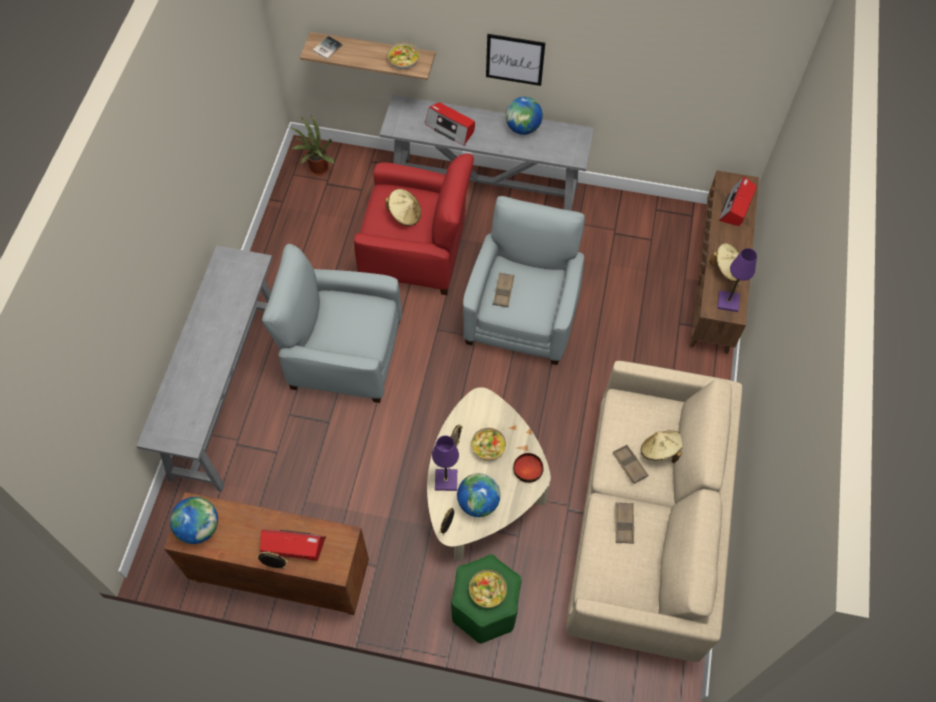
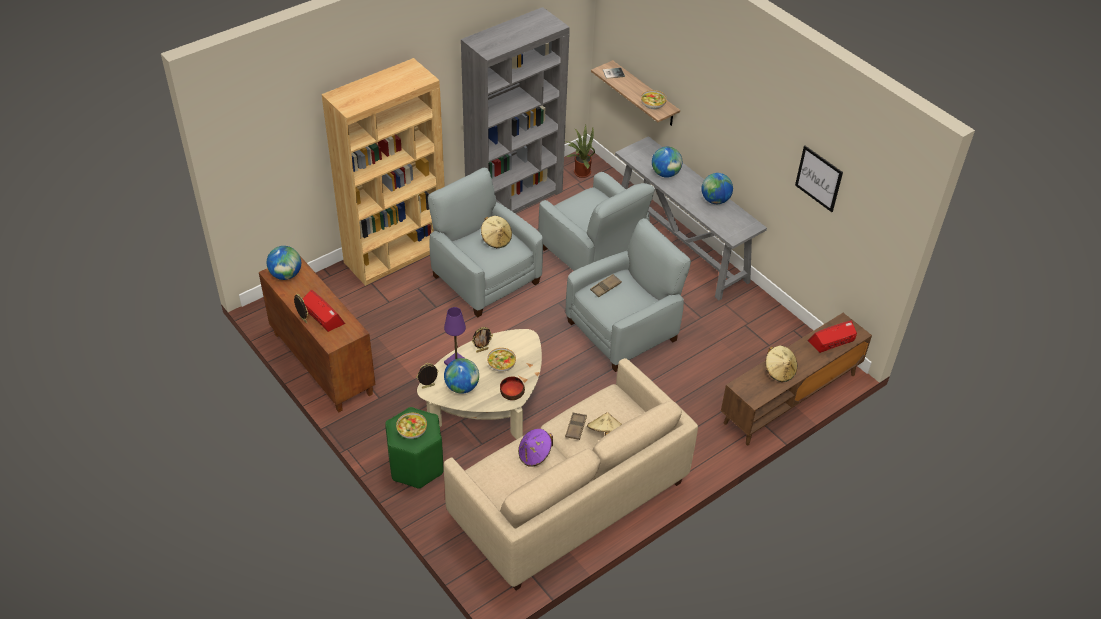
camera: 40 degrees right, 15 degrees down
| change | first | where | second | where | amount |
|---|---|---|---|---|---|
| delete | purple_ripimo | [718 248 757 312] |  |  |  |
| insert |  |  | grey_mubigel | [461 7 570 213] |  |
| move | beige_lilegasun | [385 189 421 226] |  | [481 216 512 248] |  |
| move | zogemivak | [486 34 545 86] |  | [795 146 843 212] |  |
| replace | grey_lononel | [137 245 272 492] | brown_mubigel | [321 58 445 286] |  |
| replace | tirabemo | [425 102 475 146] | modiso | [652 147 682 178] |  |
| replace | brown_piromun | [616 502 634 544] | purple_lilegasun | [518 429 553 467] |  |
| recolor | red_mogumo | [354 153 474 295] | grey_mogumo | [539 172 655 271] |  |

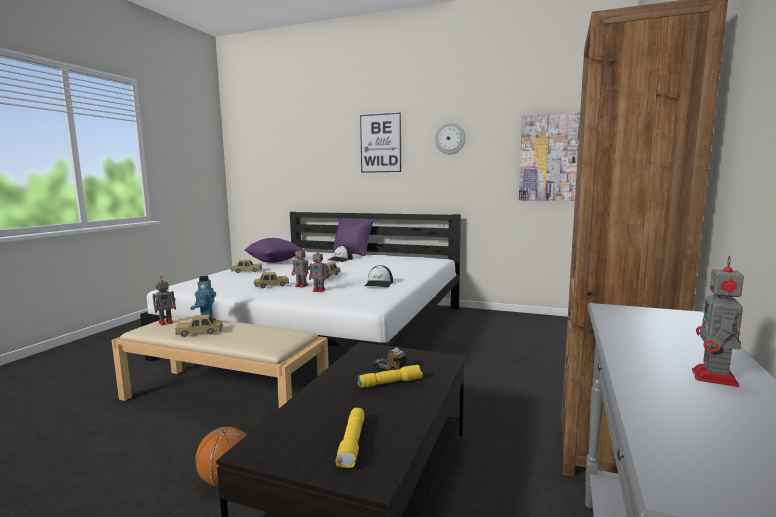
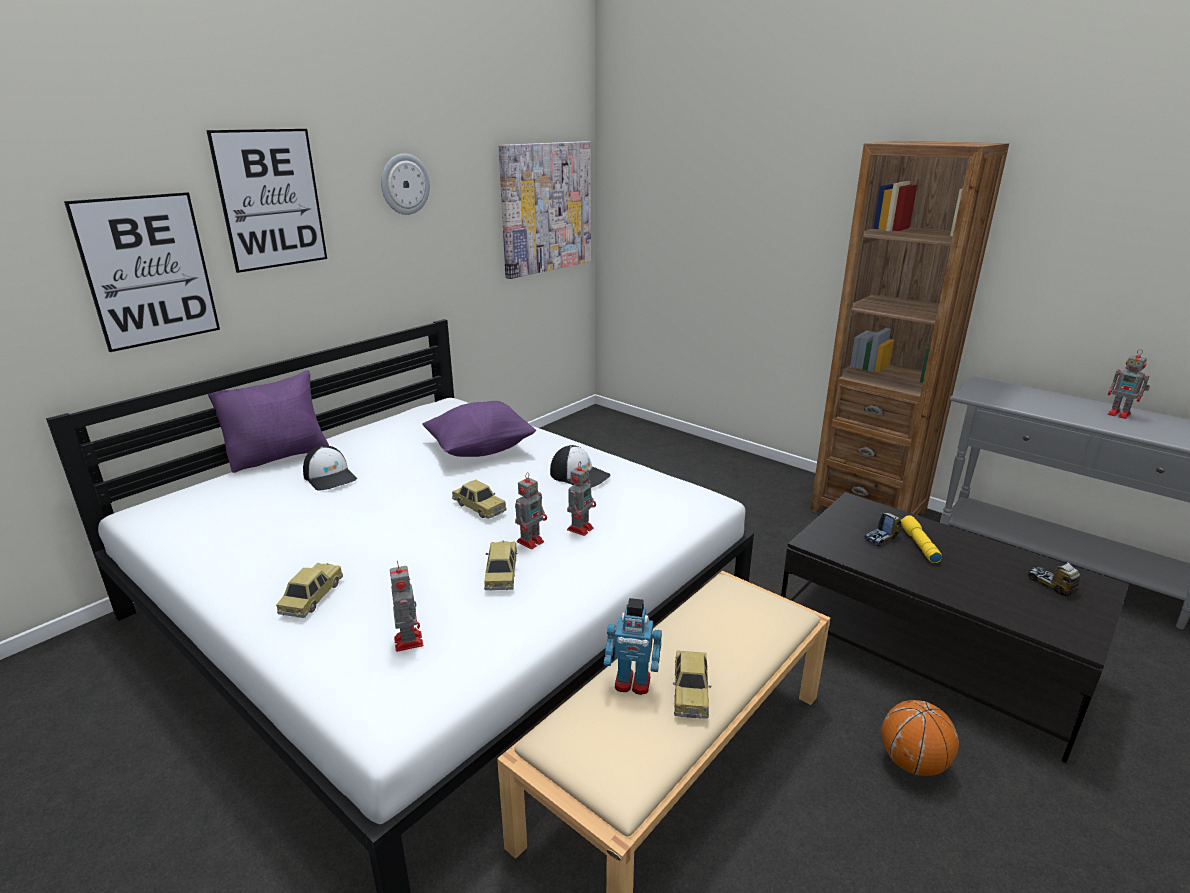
camera: 70 degrees left, 15 degrees up
| change | first | where | second | where | amount |
|---|---|---|---|---|---|
| insert |  |  | zogemivak | [64 192 220 352] |  |
| move | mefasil | [152 279 176 325] |  | [390 561 423 652] |  |
| move | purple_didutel | [244 238 305 263] |  | [423 401 536 457] |  |
| replace | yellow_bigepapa | [336 408 365 468] | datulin | [1028 561 1080 596] |  |

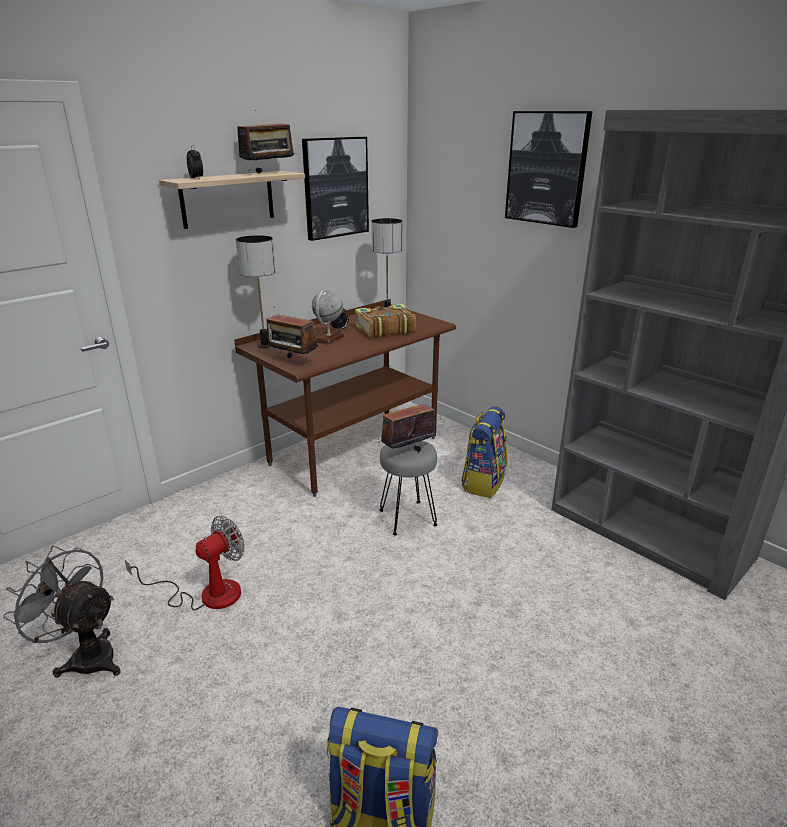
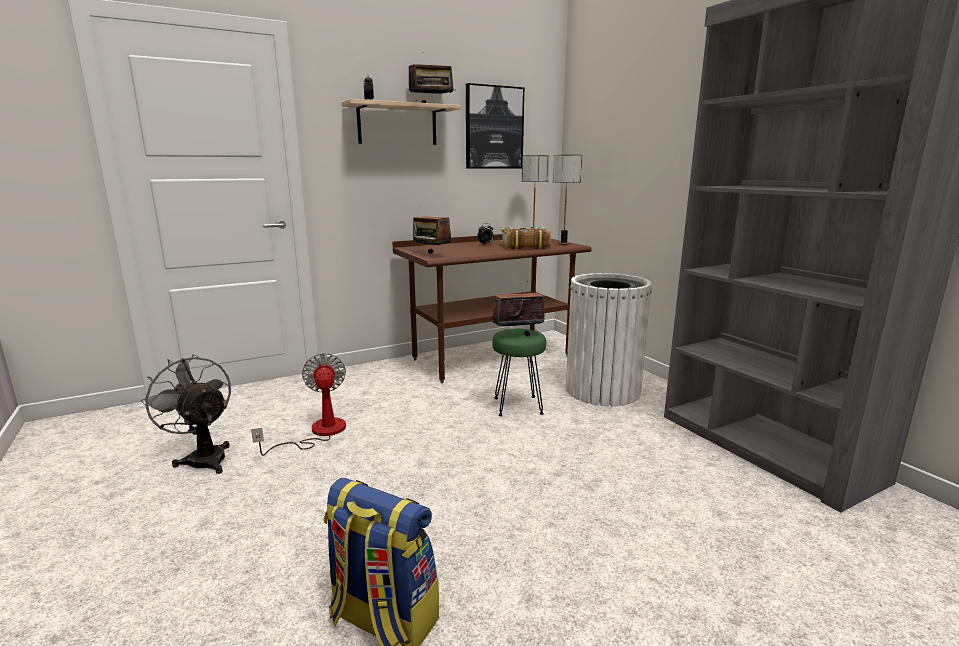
camera: 15 degrees right, 10 degrees down
| change | first | where | second | where | amount |
|---|---|---|---|---|---|
| delete | modiso | [312 290 344 345] |  |  |  |
| delete | zogemivak | [505 111 592 228] |  |  |  |
| move | ripimo | [236 235 275 348] |  | [553 155 582 245] |  |
| replace | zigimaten | [461 407 508 498] | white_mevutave | [566 273 652 406] |  |
| recolor | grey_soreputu | [379 440 437 535] | green_soreputu | [492 329 546 416] |  |
| rotate | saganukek | [124 516 245 610] |  | [251 353 346 456] | 75 degrees counterclockwise |

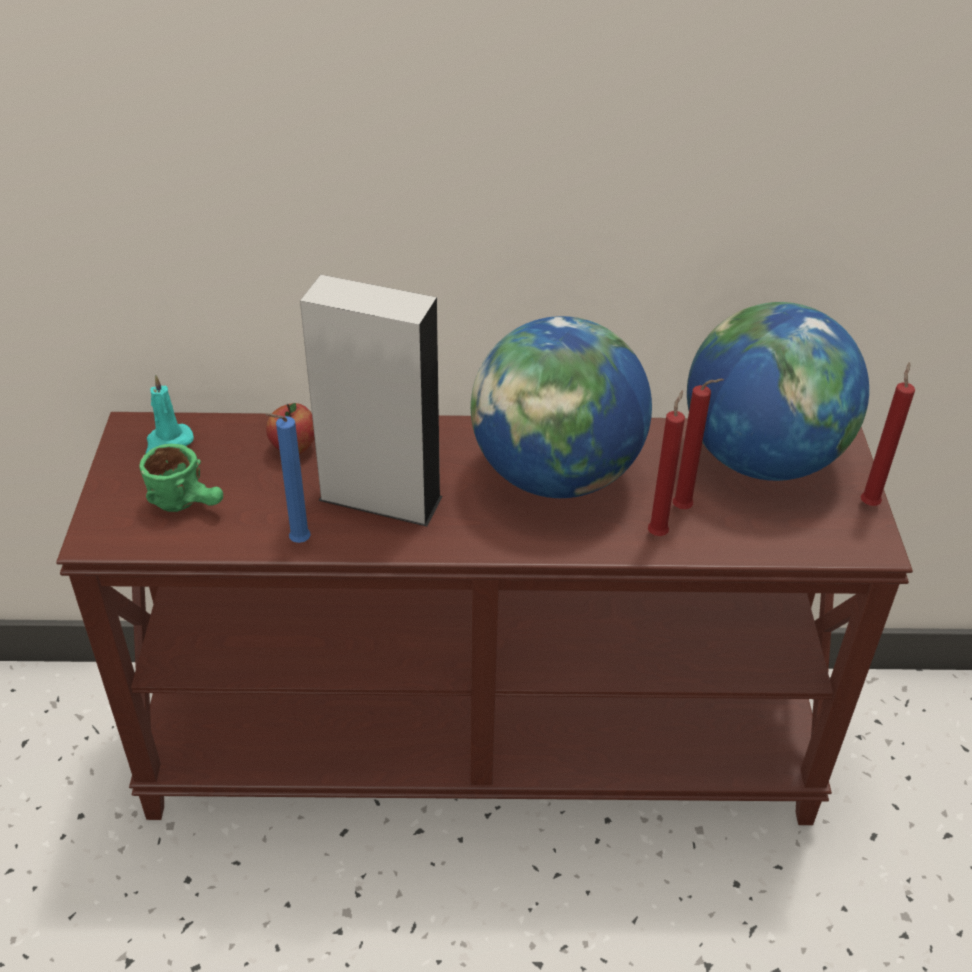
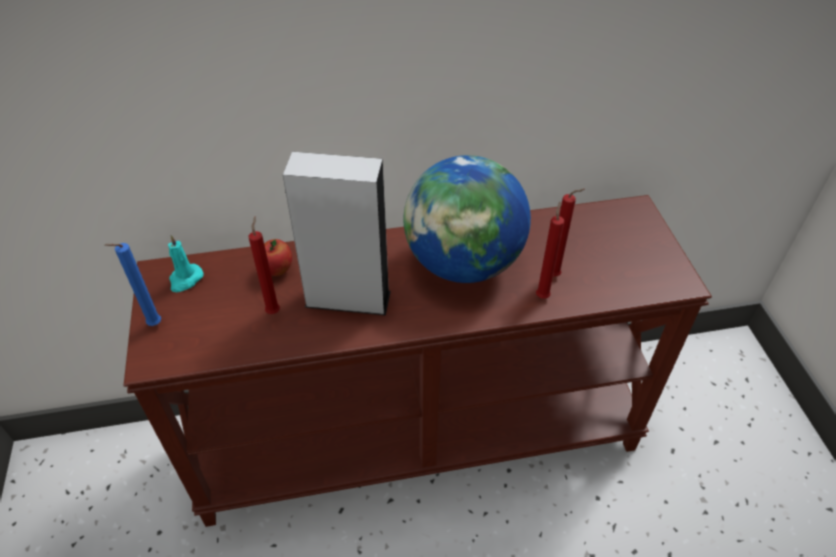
camera: 10 degrees left, 5 degrees up
| change | first | where | second | where | amount |
|---|---|---|---|---|---|
| delete | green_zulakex | [139 444 223 512] |  |  |  |
| delete | modiso | [687 302 869 481] |  |  |  |
| move | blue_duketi | [265 413 311 543] |  | [104 243 161 326] |  |
| move | red_duketi | [861 362 915 506] |  | [249 216 280 314] |  |

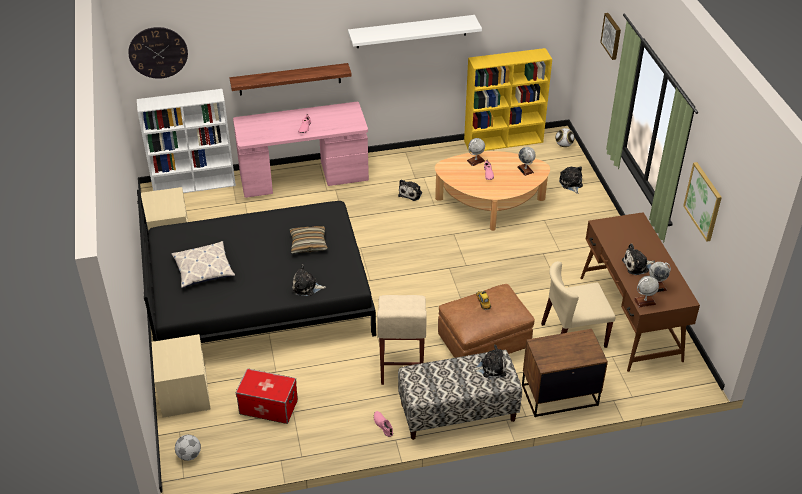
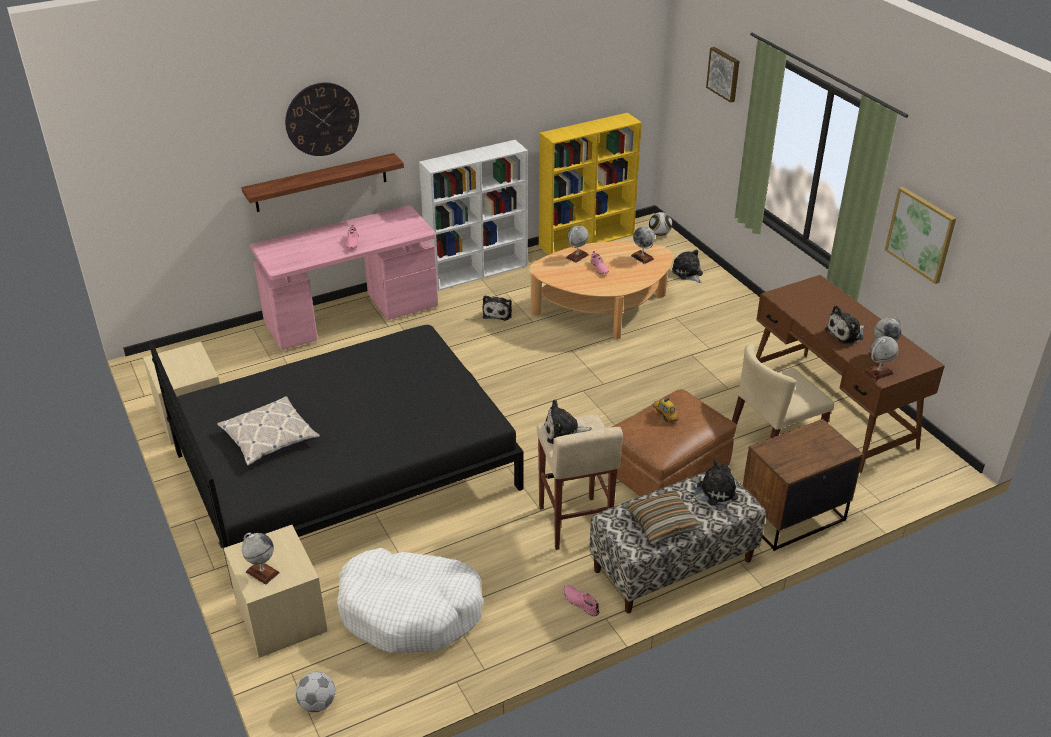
camera: 15 degrees left, 5 degrees down
| change | first | where | second | where | amount |
|---|---|---|---|---|---|
| delete | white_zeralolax | [348 15 482 48] |  |  |  |
| insert |  |  | modiso | [242 533 280 585] |  |
| move | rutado | [128 27 188 79] |  | [285 82 359 156] |  |
| move | white_mubigel | [137 89 236 193] |  | [419 140 528 291] |  |
| move | didutel | [289 226 328 253] |  | [625 490 702 544] |  |
| move | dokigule | [292 264 326 296] |  | [544 399 592 444] |  |
| replace | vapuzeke | [235 369 298 424] | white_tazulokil | [337 548 483 653] |  |

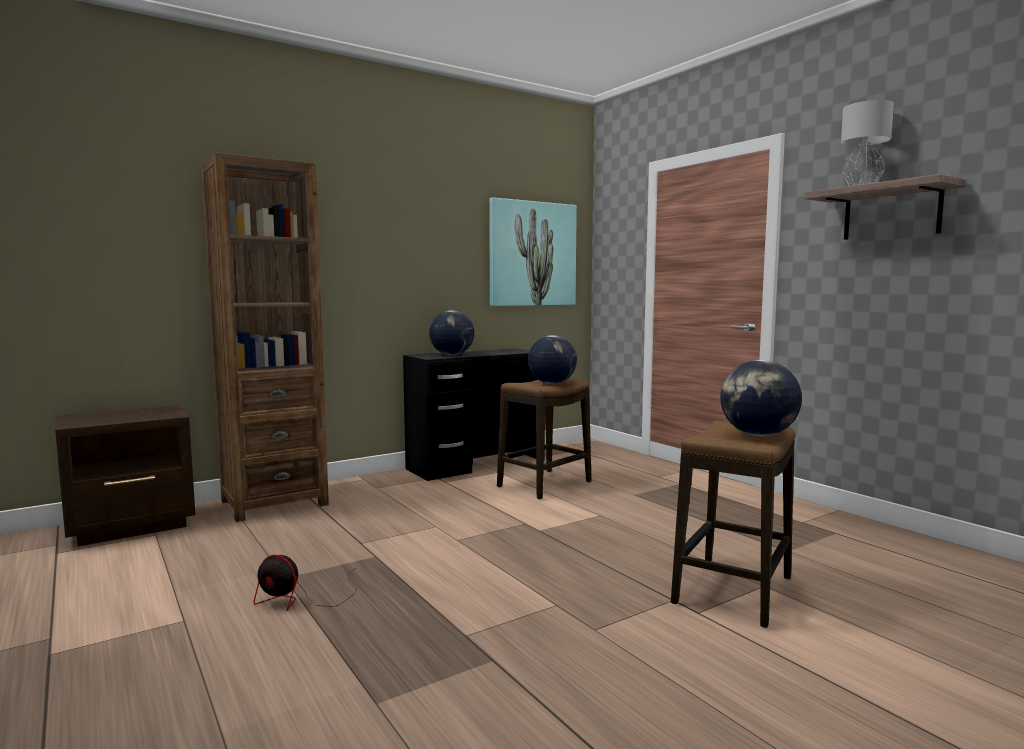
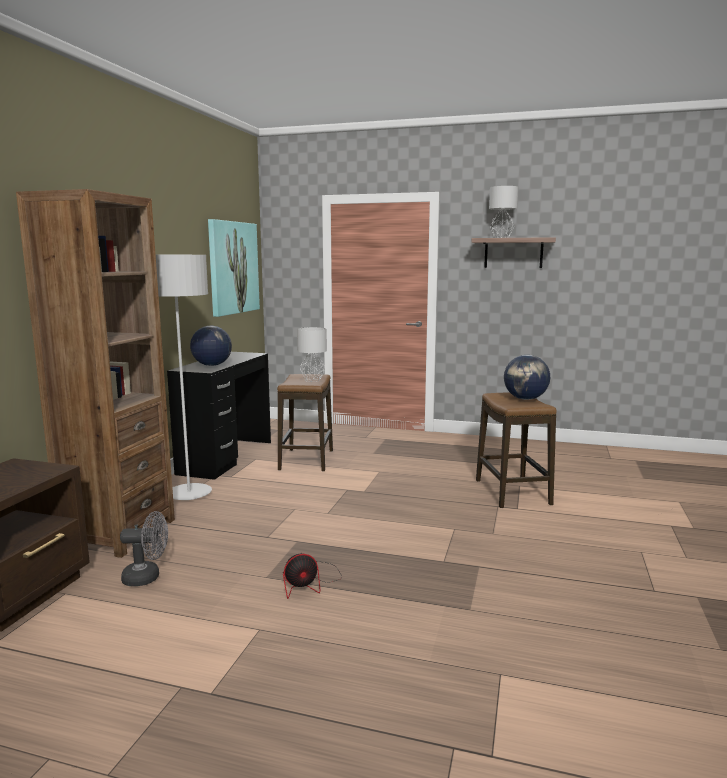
camera: 40 degrees left, 5 degrees up
| change | first | where | second | where | amount |
|---|---|---|---|---|---|
| insert |  |  | grey_saganukek | [120 511 168 586] |  |
| insert |  |  | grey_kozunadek | [156 255 212 500] |  |
| replace | modiso | [528 335 577 384] | grey_ripimo | [297 327 327 382] |  |

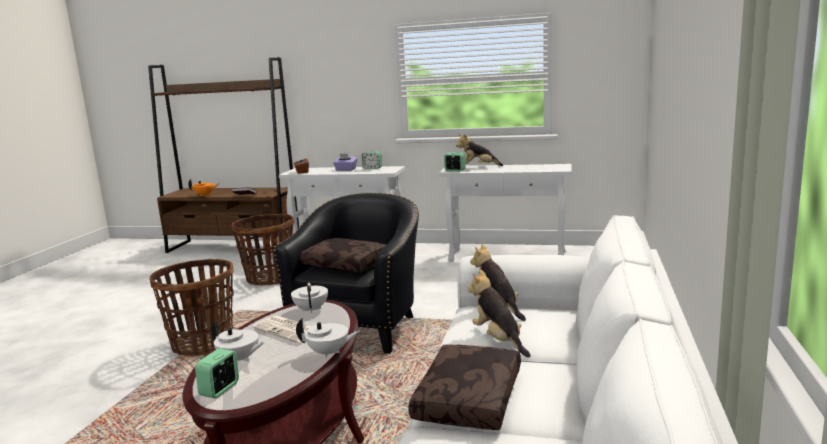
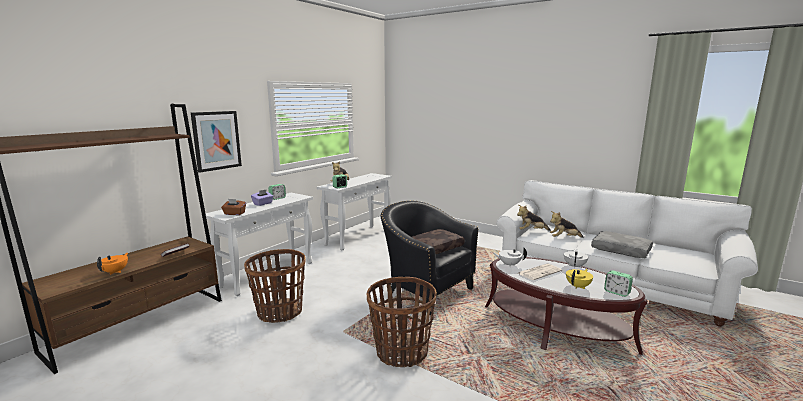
camera: 70 degrees left, 0 degrees up
| change | first | where | second | where | amount |
|---|---|---|---|---|---|
| insert |  |  | zogemivak | [191 111 242 173] |  |
| recolor | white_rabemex | [211 321 264 361] | yellow_rabemex | [566 269 593 289] |  |
| recolor | brown_didutel | [408 345 521 430] | grey_didutel | [591 231 653 258] |  |

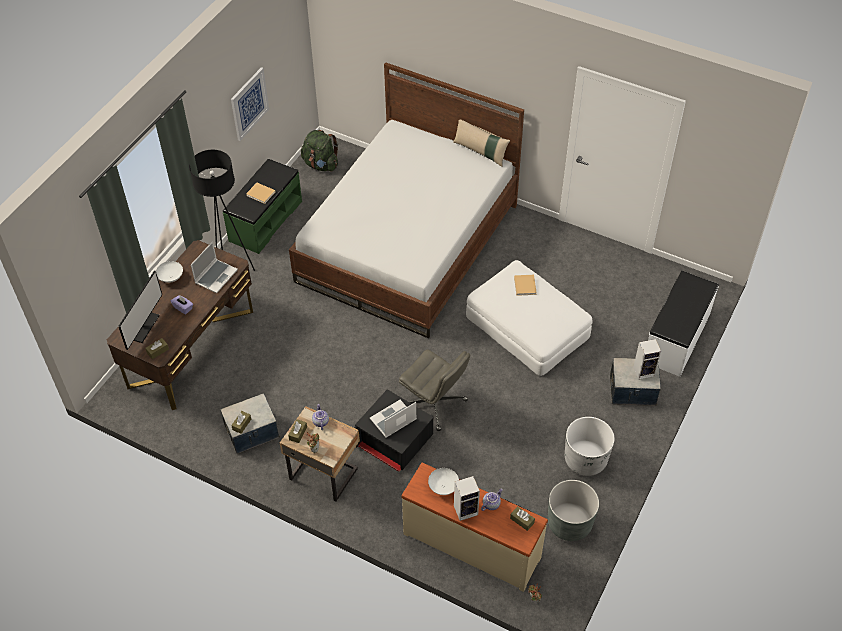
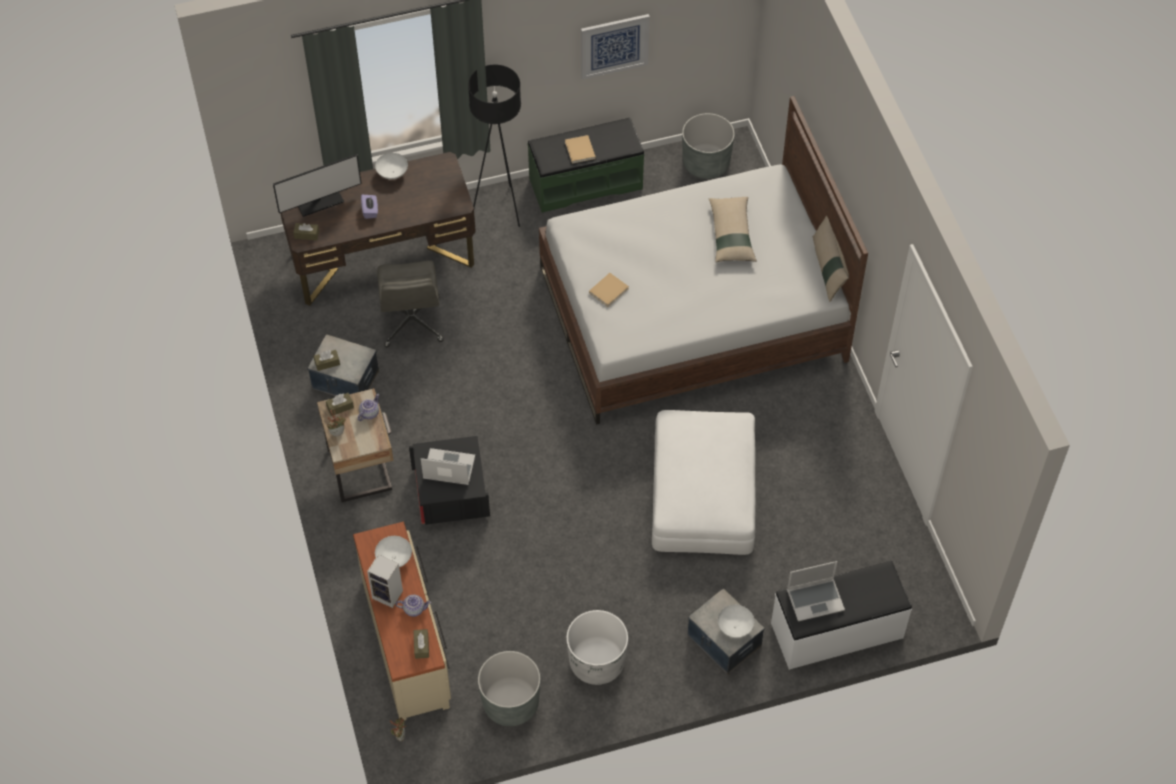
camera: 45 degrees right, 5 degrees up
| change | first | where | second | where | amount |
|---|---|---|---|---|---|
| insert |  |  | beige_didutel | [709 197 757 262] |  |
| move | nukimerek | [191 241 238 293] |  | [787 561 845 621] |  |
| move | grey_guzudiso | [399 349 470 431] |  | [377 260 444 347] |  |
| move | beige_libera | [514 275 537 296] |  | [589 273 629 307] |  |
| replace | green_zigimaten | [301 130 338 171] | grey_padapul | [682 113 735 179] |  |
| replace | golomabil | [633 339 661 380] | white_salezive | [718 605 754 638] |  |

